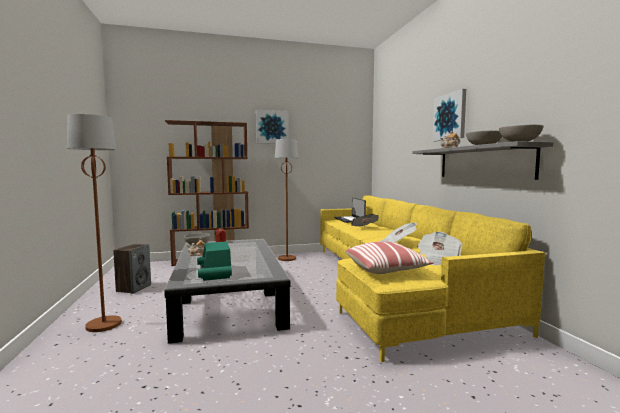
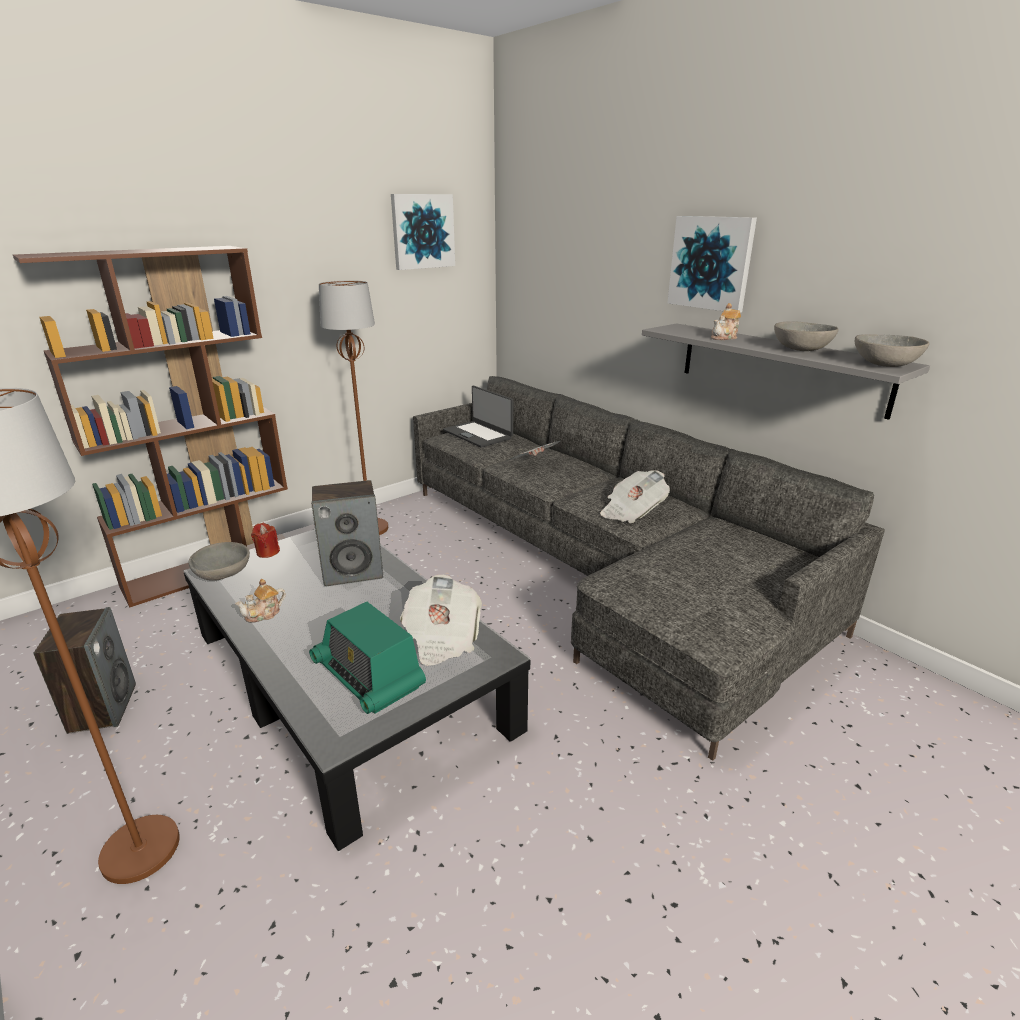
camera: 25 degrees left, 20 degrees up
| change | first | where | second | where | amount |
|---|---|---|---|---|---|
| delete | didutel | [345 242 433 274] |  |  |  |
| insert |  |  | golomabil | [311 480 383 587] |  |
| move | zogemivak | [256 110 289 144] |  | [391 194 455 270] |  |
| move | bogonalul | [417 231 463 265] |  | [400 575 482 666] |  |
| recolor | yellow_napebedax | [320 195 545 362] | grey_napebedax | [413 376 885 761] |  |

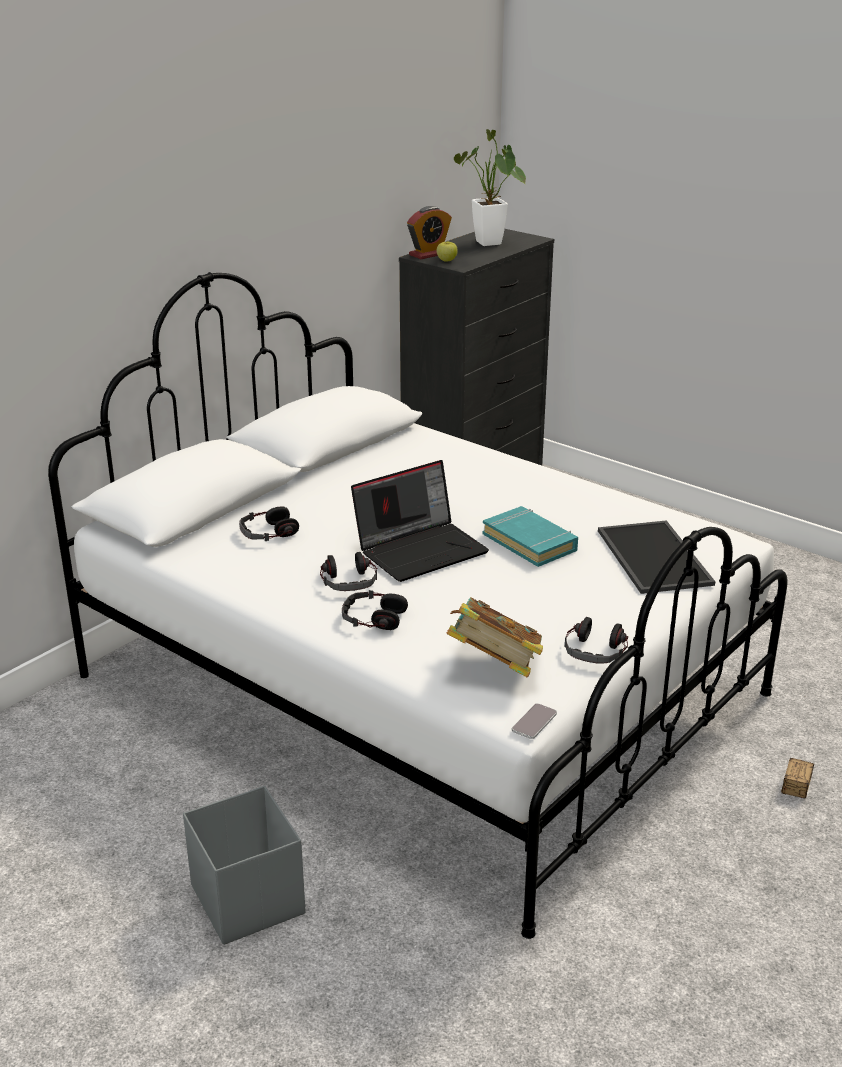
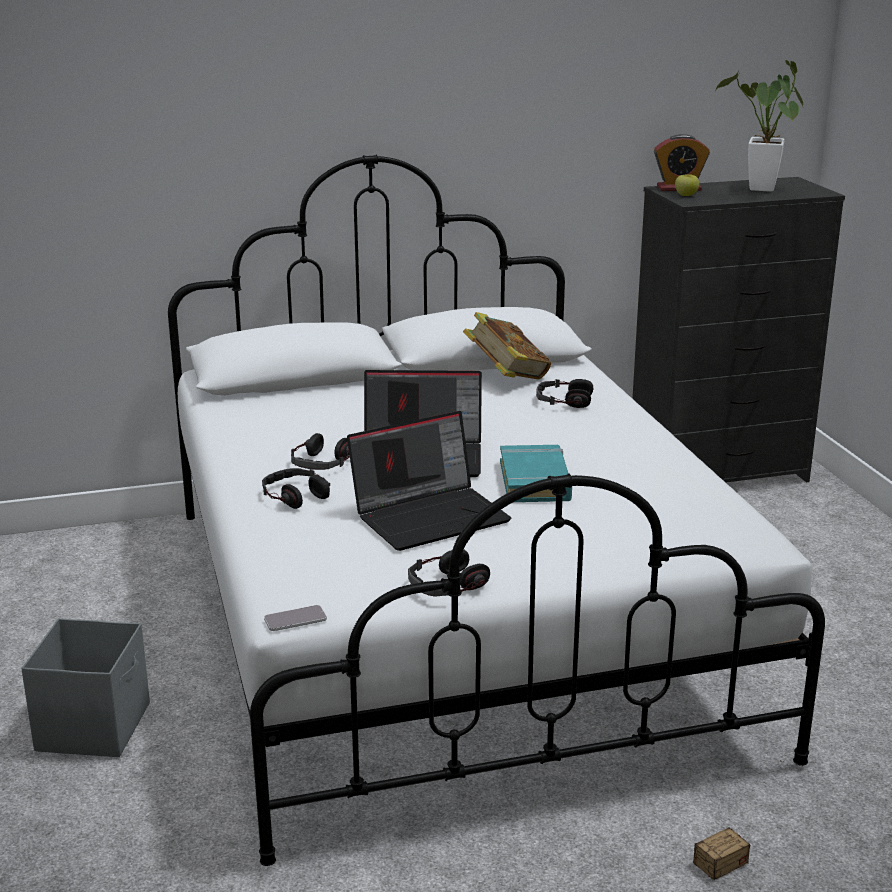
camera: 35 degrees right, 5 degrees down
| change | first | where | second | where | amount |
|---|---|---|---|---|---|
| delete | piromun | [598 520 715 594] |  |  |  |
| insert |  |  | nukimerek | [347 411 511 551] |  |
| move | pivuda | [239 506 299 541] |  | [536 379 594 408] |  |
| move | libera | [447 597 543 677] |  | [463 312 551 380] |  |

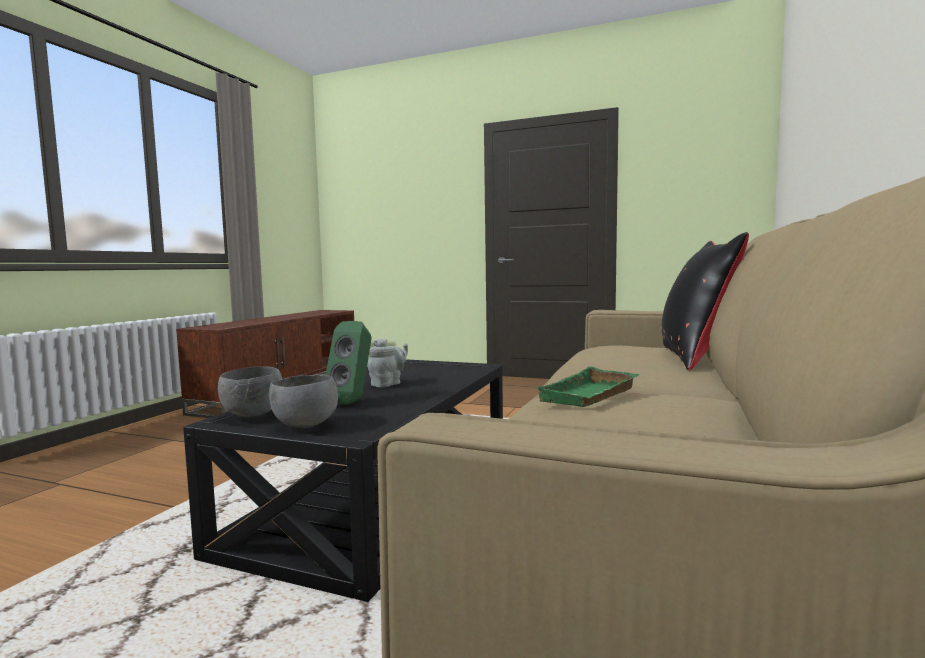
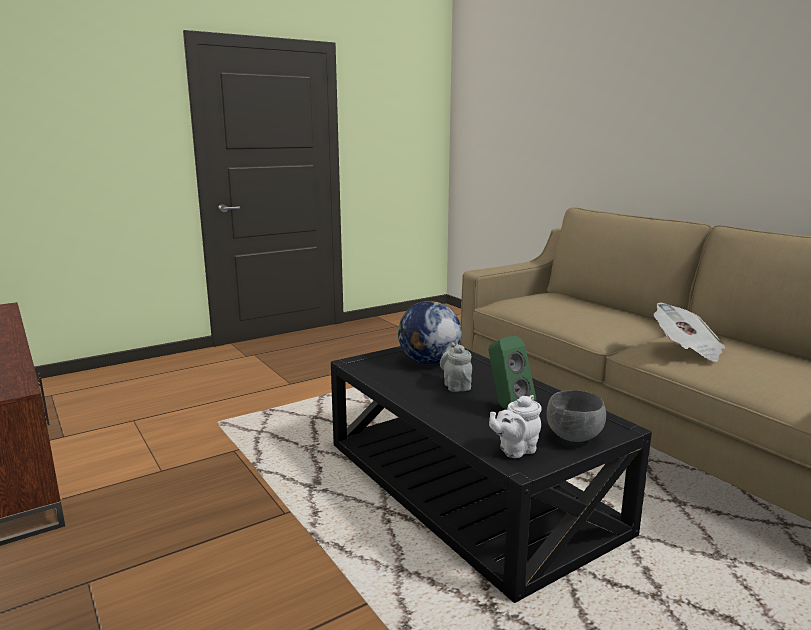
camera: 55 degrees left, 10 degrees up
| change | first | where | second | where | amount |
|---|---|---|---|---|---|
| delete | black_didutel | [662 232 749 371] |  |  |  |
| insert |  |  | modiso | [397 301 462 364] |  |
| replace | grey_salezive | [218 366 282 417] | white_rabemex | [489 395 542 458] |  |
| replace | green_piromun | [536 366 639 407] | bogonalul | [654 303 725 362] |  |

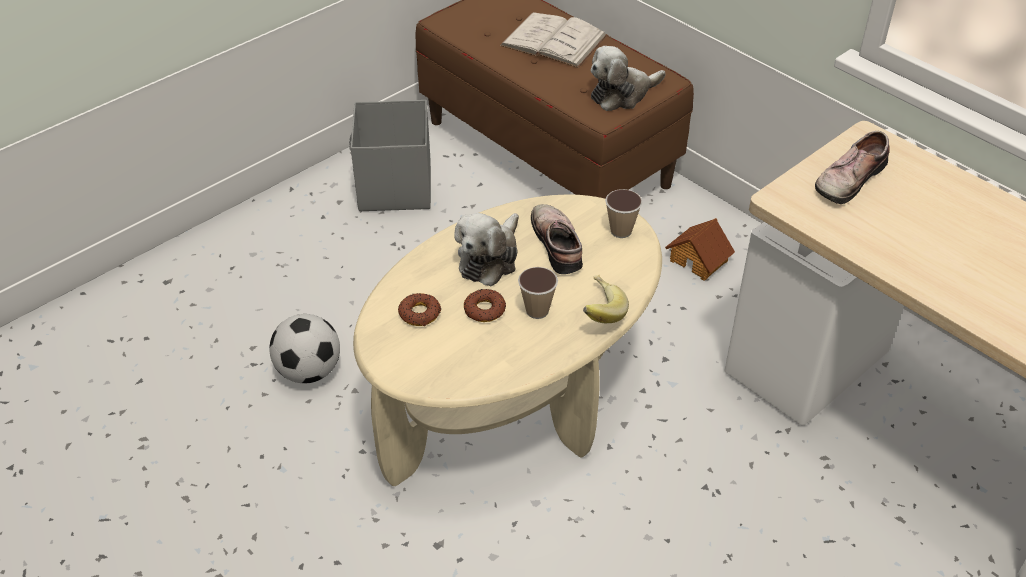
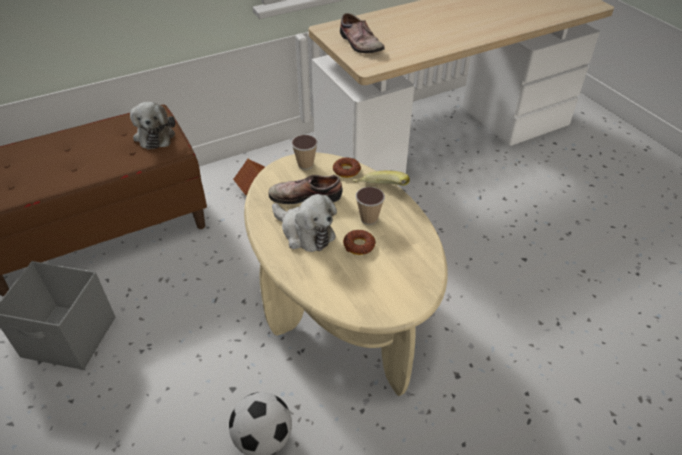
camera: 75 degrees left, 0 degrees up
| change | first | where | second | where | amount |
|---|---|---|---|---|---|
| delete | white_libera | [500 12 607 68] |  |  |  |
| move | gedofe | [398 293 441 326] |  | [333 157 361 178] |  |

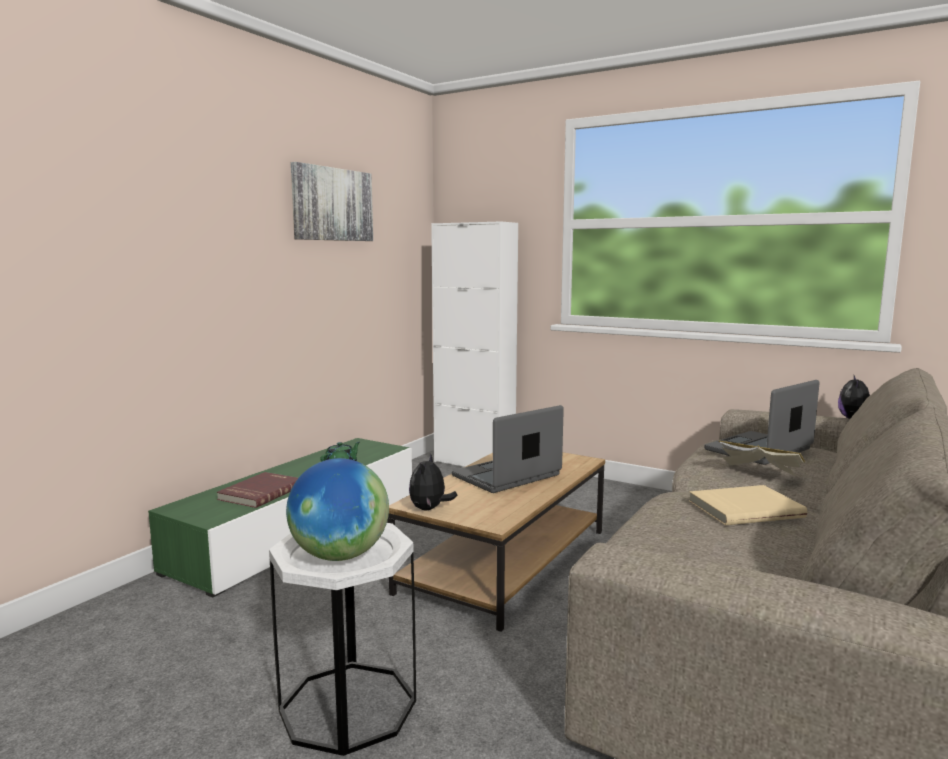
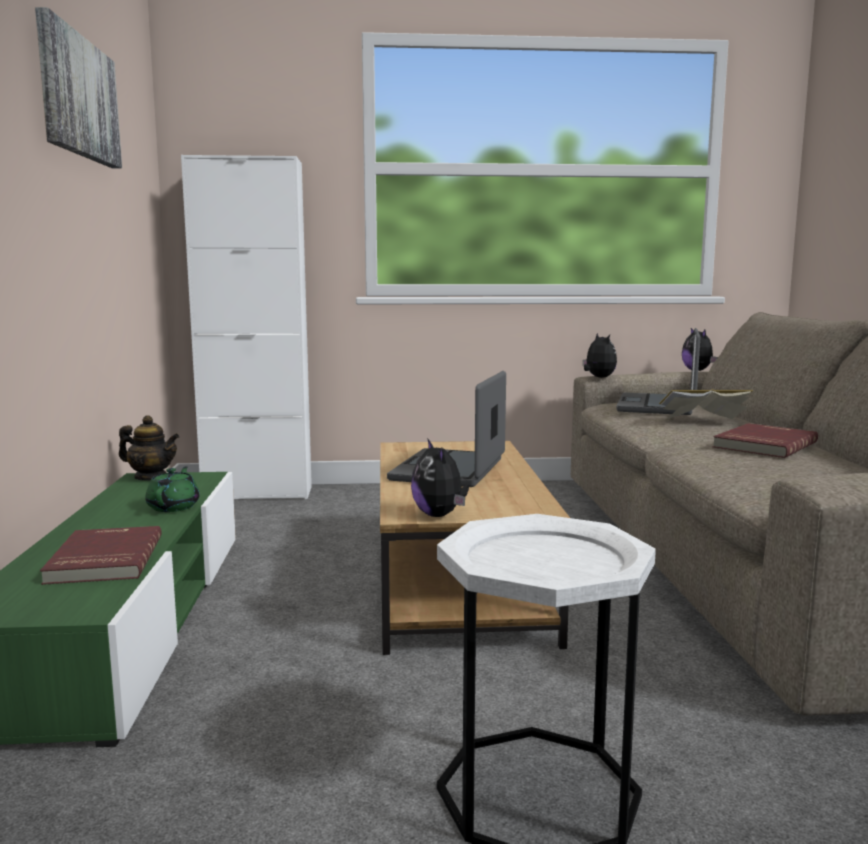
camera: 35 degrees left, 0 degrees up
| change | first | where | second | where | amount |
|---|---|---|---|---|---|
| delete | modiso | [286 458 389 561] |  |  |  |
| insert |  |  | rabemex | [119 415 179 481] |  |
| insert |  |  | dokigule | [583 333 617 378] |  |
| recolor | beige_libera | [689 485 807 525] | red_libera | [713 423 818 458] |  |

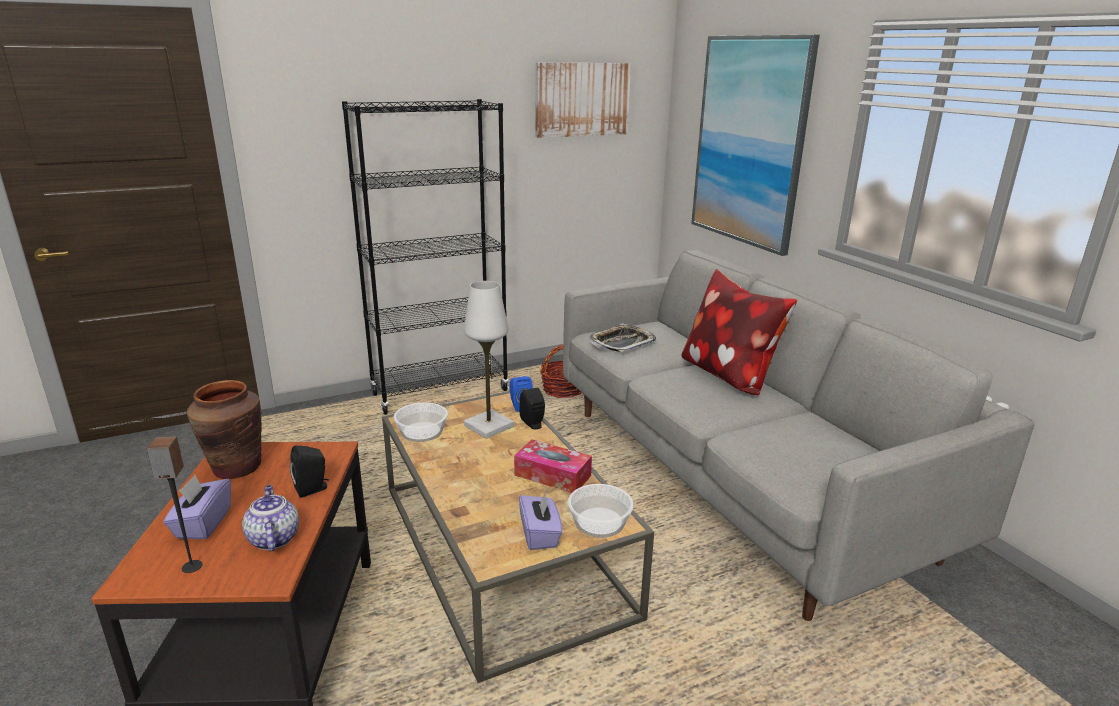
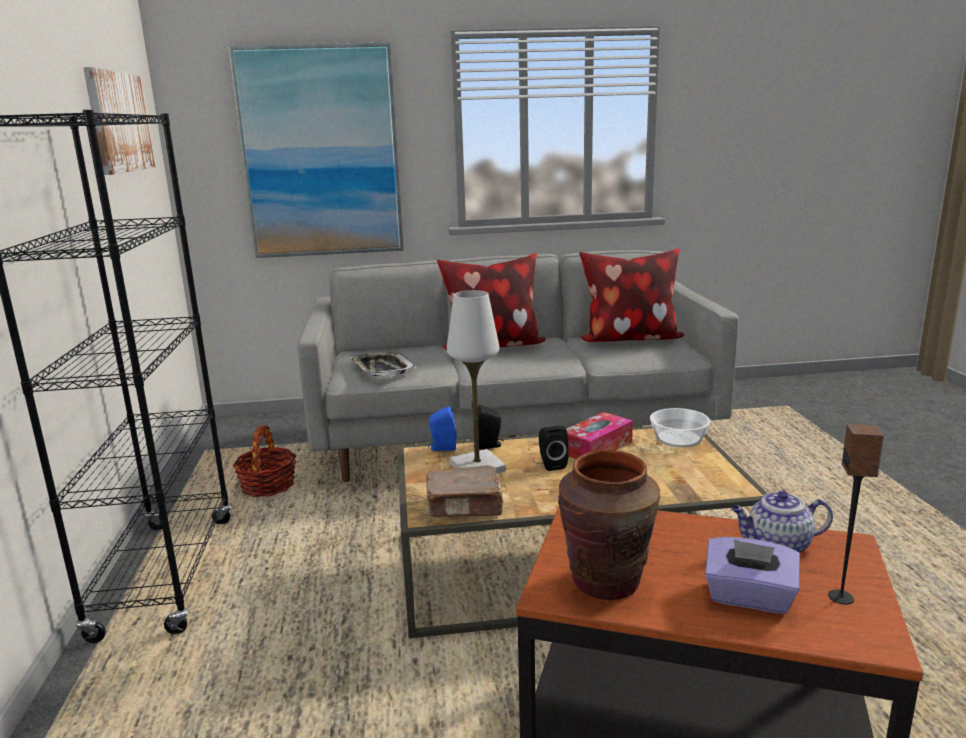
camera: 70 degrees left, 5 degrees down
| change | first | where | second | where | amount |
|---|---|---|---|---|---|
| delete | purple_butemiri | [519 492 563 550] |  |  |  |
| insert |  |  | didutel | [579 248 684 342] |  |
| move | black_golomabil | [290 446 329 498] |  | [539 426 568 471] |  |
| replace | salezive | [393 402 448 442] | brown_libera | [426 465 504 517] |  |

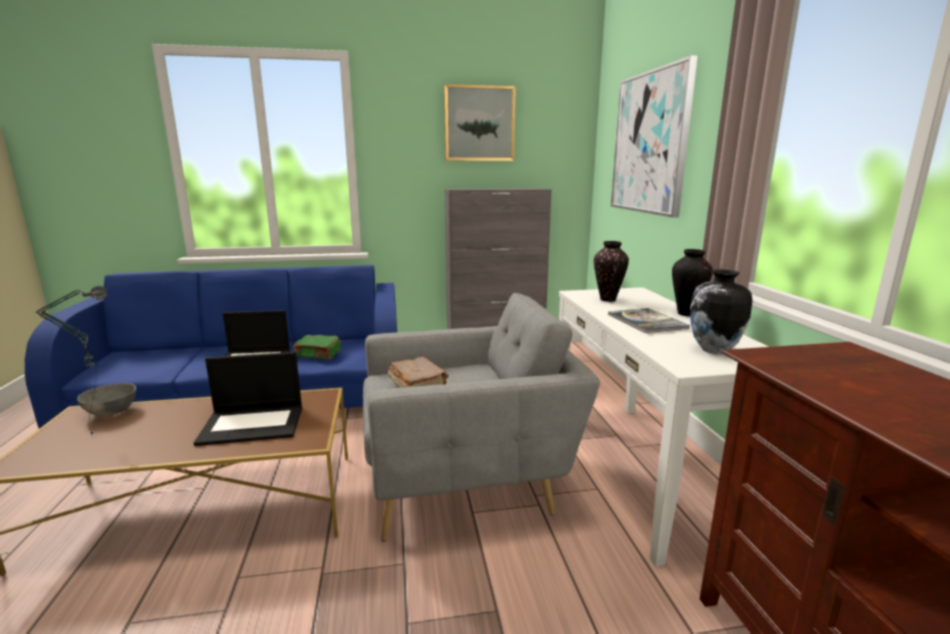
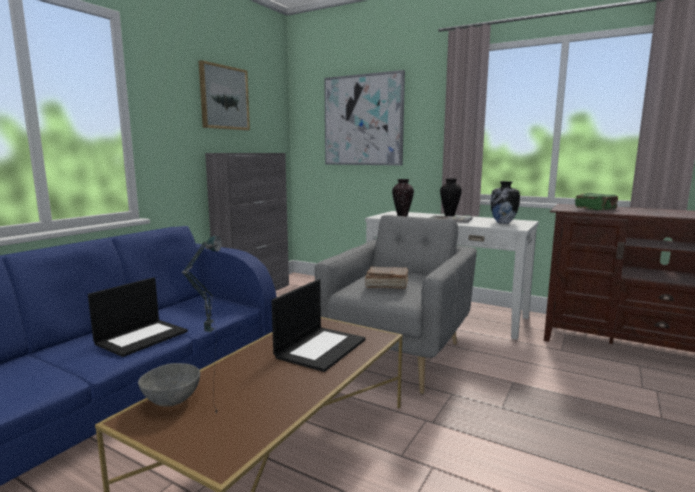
camera: 50 degrees left, 5 degrees down
| change | first | where | second | where | amount |
|---|---|---|---|---|---|
| move | green_libera | [293 335 341 360] |  | [575 193 618 210] |  |

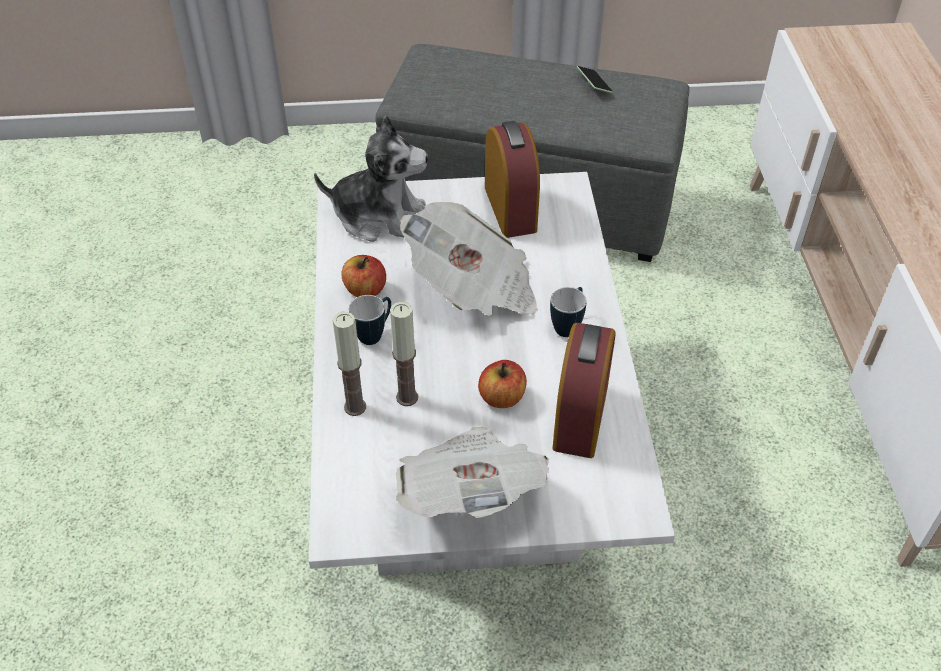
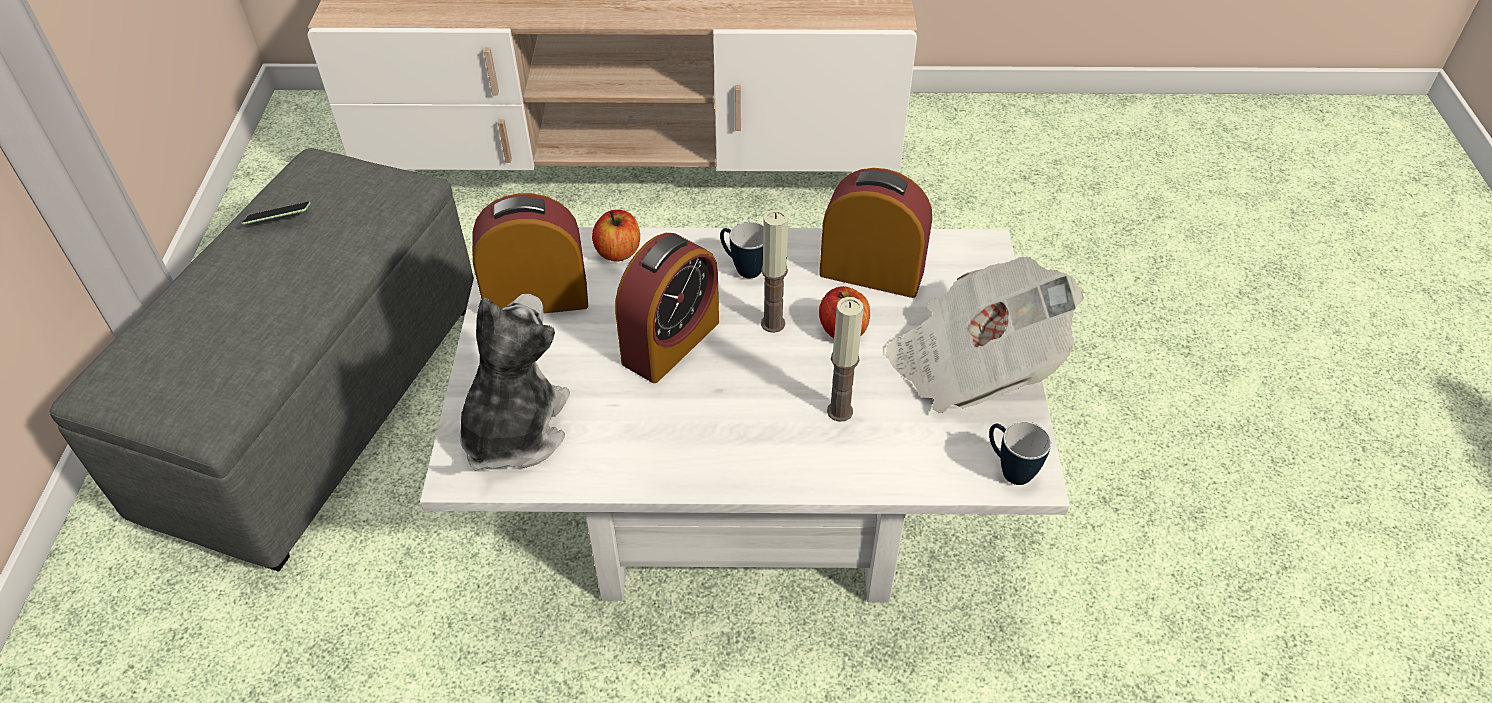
camera: 85 degrees left, 0 degrees up
| change | first | where | second | where | amount |
|---|---|---|---|---|---|
| move | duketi | [333 312 366 416] |  | [761 210 788 333] |  |
| move | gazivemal | [342 255 386 297] |  | [592 210 640 262] |  |
| move | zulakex | [349 295 391 345] |  | [989 421 1051 485] |  |
| replace | bogonalul | [400 202 538 316] | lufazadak | [615 233 719 383] |  |

